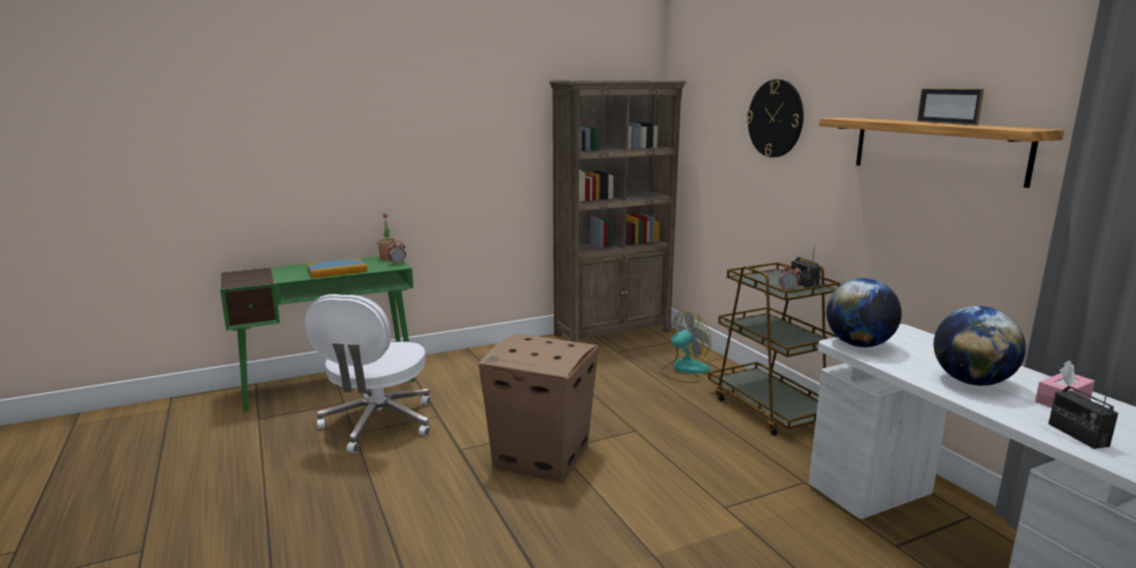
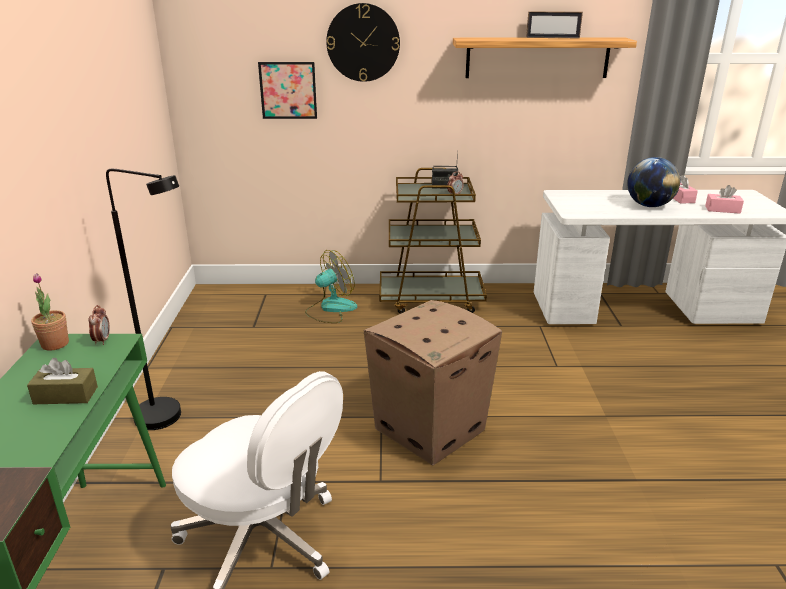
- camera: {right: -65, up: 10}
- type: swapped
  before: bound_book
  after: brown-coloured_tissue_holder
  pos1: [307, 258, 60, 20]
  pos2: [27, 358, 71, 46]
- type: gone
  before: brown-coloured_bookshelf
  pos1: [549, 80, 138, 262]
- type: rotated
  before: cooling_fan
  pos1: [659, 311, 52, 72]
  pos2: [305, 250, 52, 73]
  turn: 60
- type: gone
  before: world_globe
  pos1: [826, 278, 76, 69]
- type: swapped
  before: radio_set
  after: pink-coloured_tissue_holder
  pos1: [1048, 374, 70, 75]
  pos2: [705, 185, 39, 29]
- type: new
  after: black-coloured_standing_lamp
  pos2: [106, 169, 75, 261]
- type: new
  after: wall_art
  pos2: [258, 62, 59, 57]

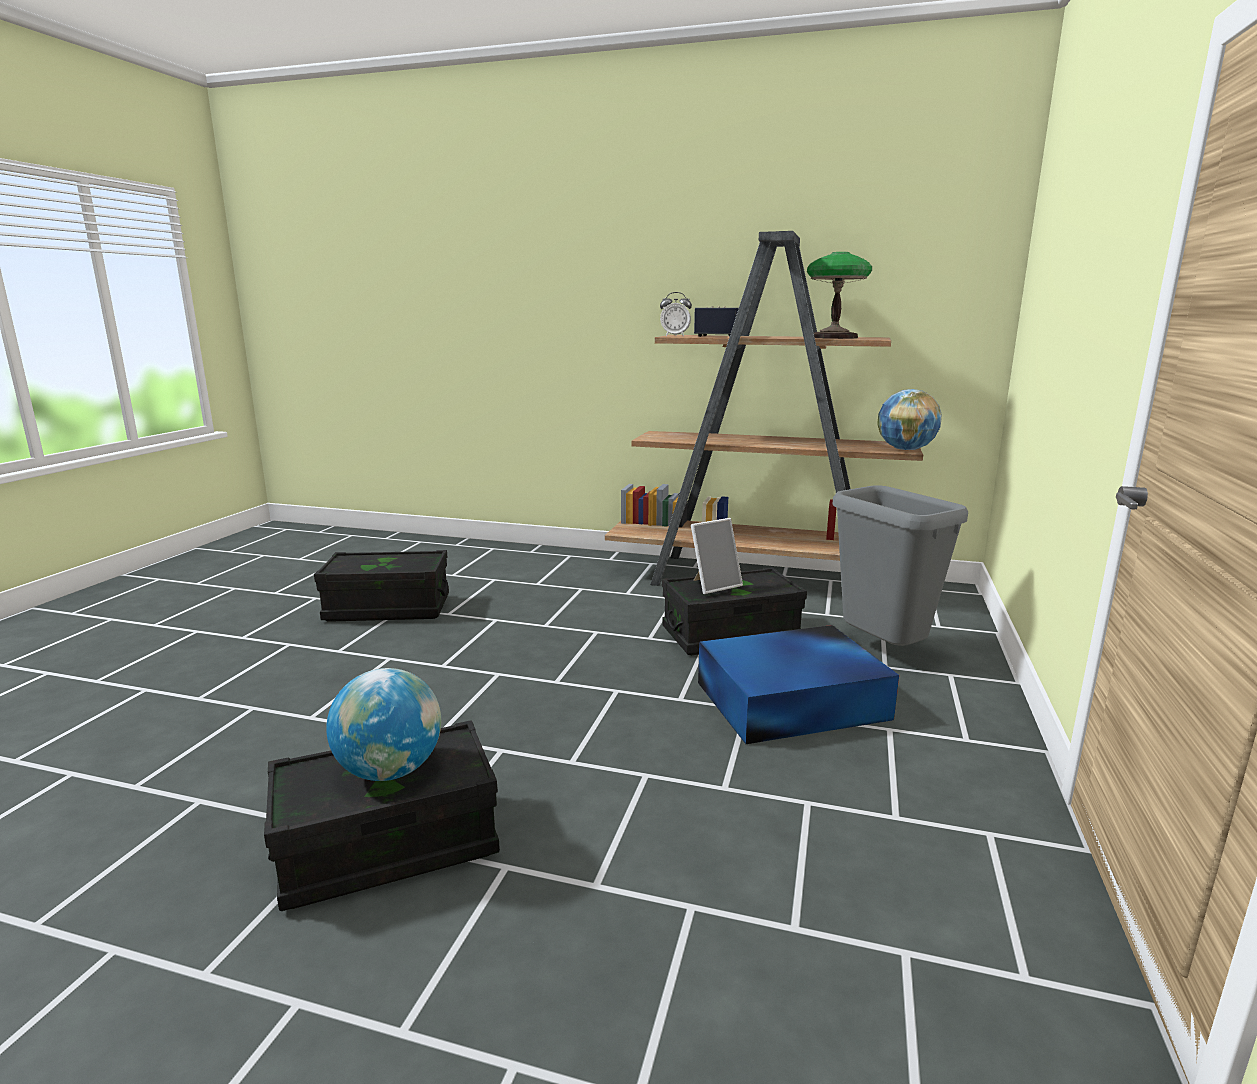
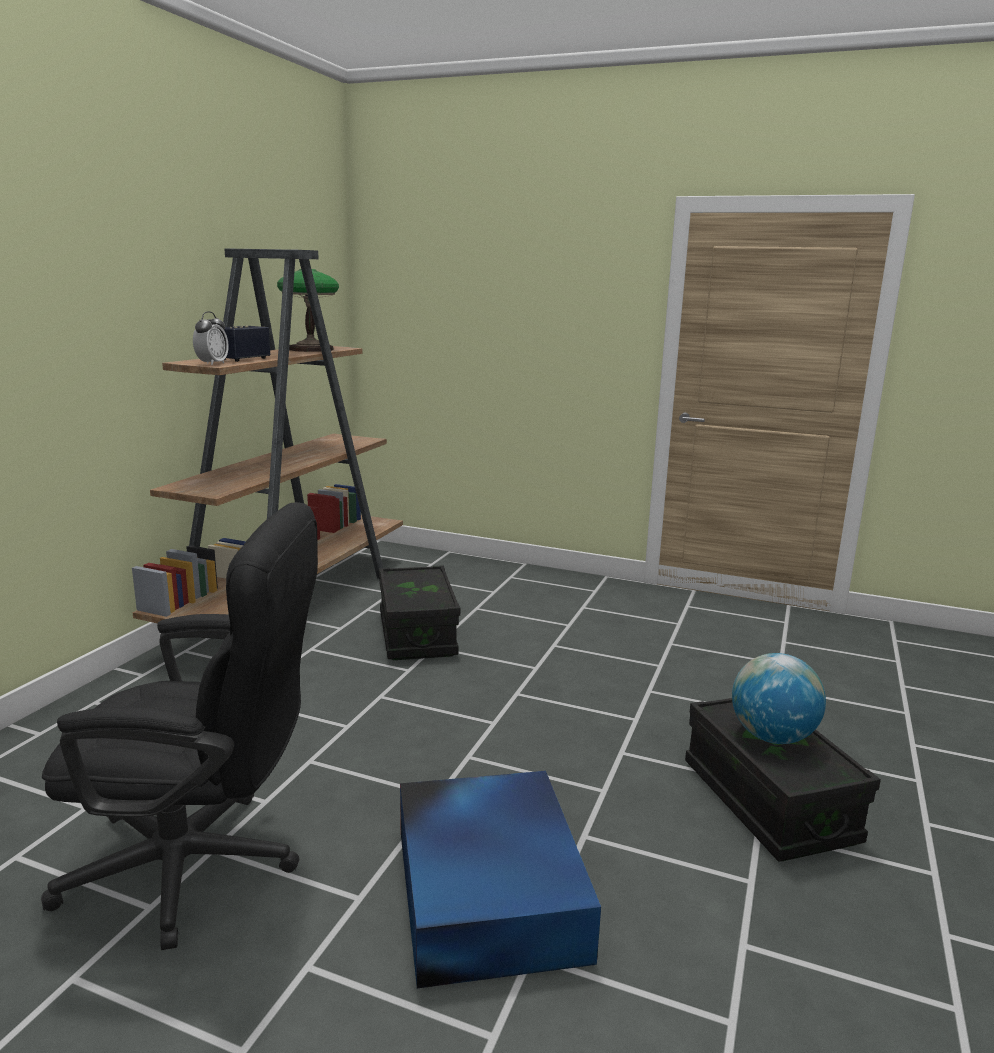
- camera: {right: -85, up: 0}
- type: swapped
  before: black-coloured_storage_container
  after: black-coloured_computer_chair
  pos1: [314, 550, 135, 72]
  pos2: [41, 502, 277, 448]
- type: gone
  before: photo_frame
  pos1: [691, 518, 52, 76]
- type: shifted
  before: blue_storage_container
  pos1: [698, 625, 201, 119]
  pos2: [400, 771, 201, 217]
- type: gone
  before: grey_rubbish_bin
  pos1: [832, 486, 136, 160]
- type: gone
  before: world_globe
  pos1: [877, 389, 65, 61]

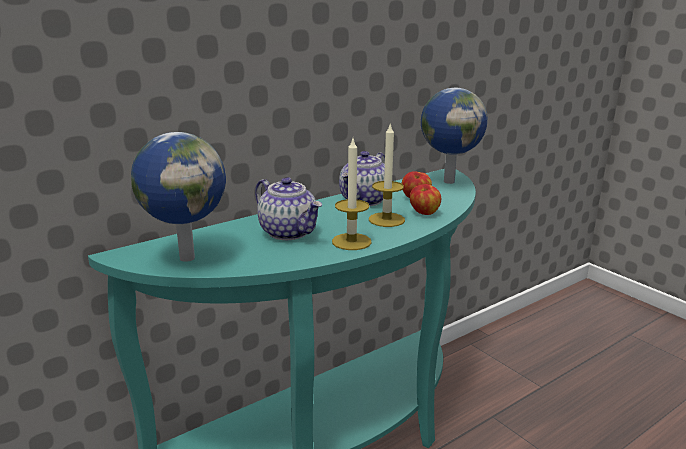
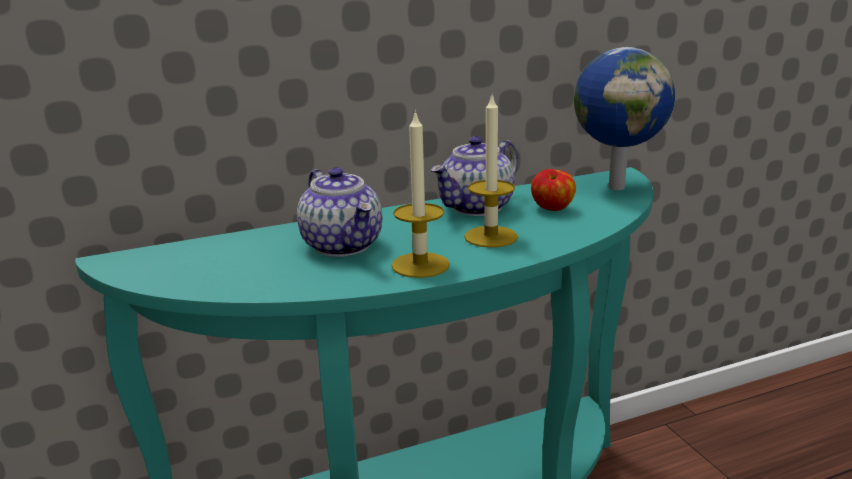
- camera: {right: 15, up: 0}
- type: gone
  before: world_globe
  pos1: [131, 132, 95, 130]
- type: gone
  before: whole_apple
  pos1: [410, 184, 31, 31]

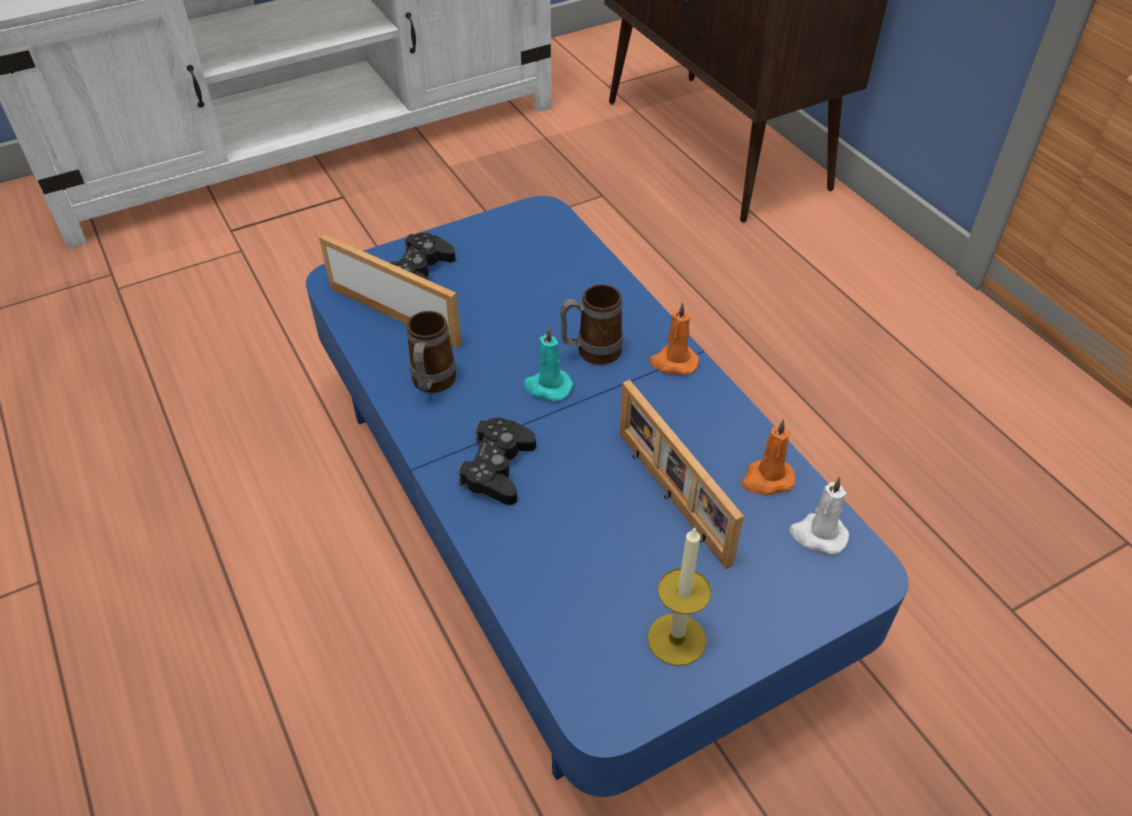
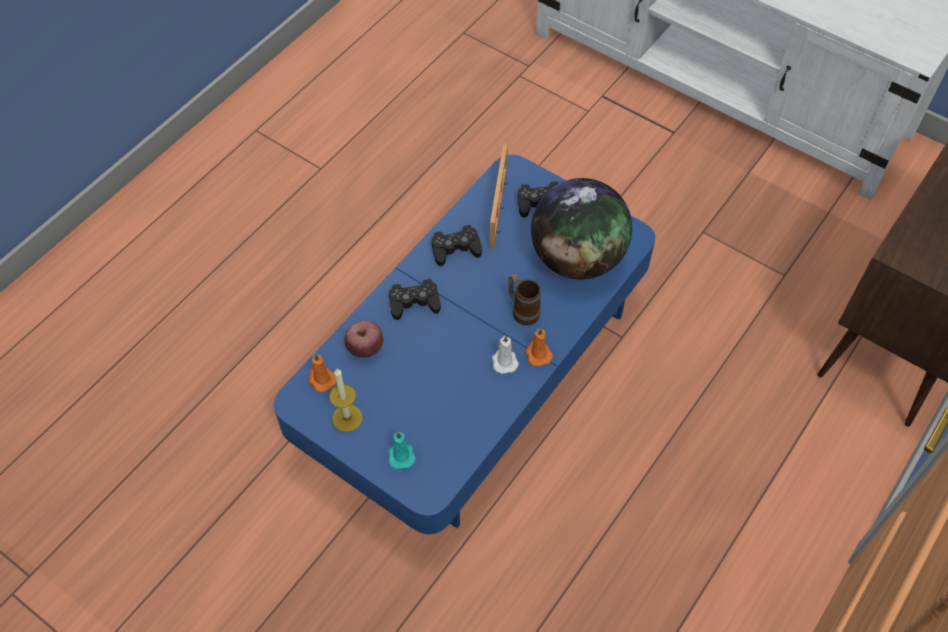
- camera: {right: 65, up: 10}
- type: swapped
  before: mug
  after: black-coloured_game_controller
  pos1: [406, 311, 50, 82]
  pos2: [431, 225, 51, 41]
- type: shifted
  before: blue-green_candle
  pos1: [523, 327, 50, 74]
  pos2: [388, 431, 28, 38]
- type: gone
  before: photo_frame
  pos1: [619, 380, 125, 189]
- type: shifted
  before: orange-coloured_candle
  pos1: [741, 419, 54, 76]
  pos2: [308, 354, 28, 38]
- type: shifted
  before: white_candle
  pos1: [789, 476, 60, 79]
  pos2: [492, 335, 27, 39]
- type: new
  after: whole_apple
  pos2: [344, 321, 39, 37]
- type: new
  after: world_globe
  pos2: [531, 178, 101, 101]

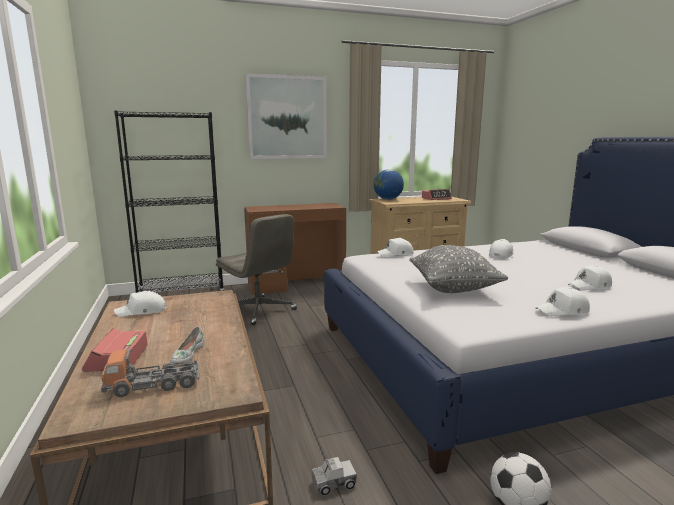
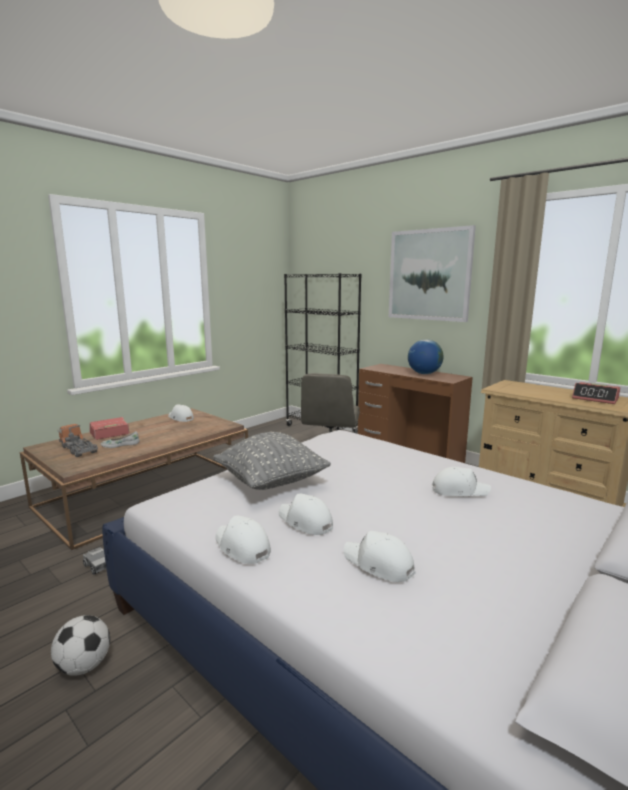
- camera: {right: 60, up: 0}
- type: shifted
  before: world_globe
  pos1: [374, 169, 30, 31]
  pos2: [408, 339, 36, 35]
- type: shifted
  before: white_cap
  pos1: [377, 238, 36, 19]
  pos2: [279, 493, 54, 42]

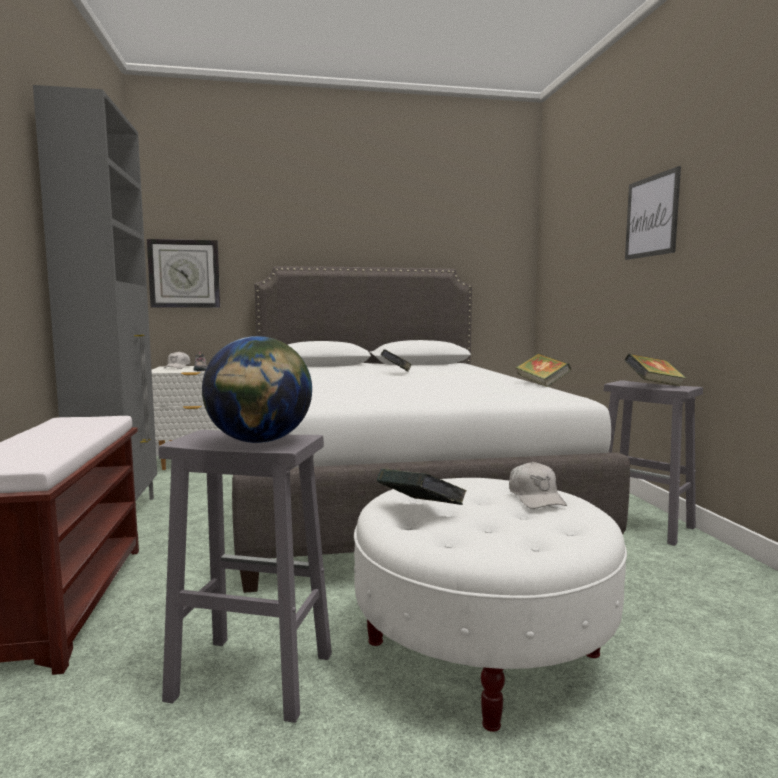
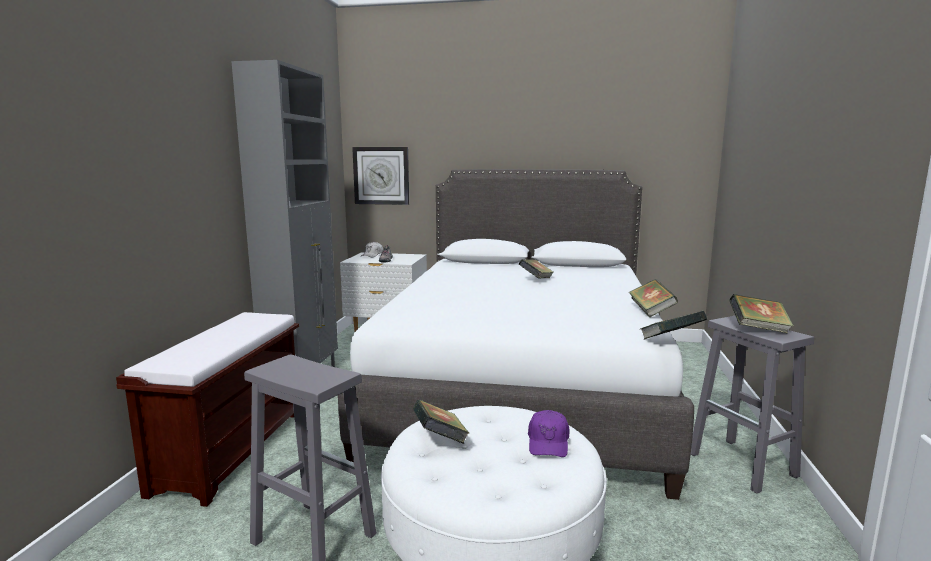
- camera: {right: 20, up: 5}
- type: gone
  before: world_globe
  pos1: [202, 336, 110, 107]
- type: repainted
  before: white_cap
  after: purplish_cap
  pos1: [509, 462, 58, 47]
  pos2: [528, 410, 41, 47]
- type: gone
  before: wall_art
  pos1: [625, 166, 56, 94]
- type: new
  after: bound_book
  pos2: [641, 310, 66, 29]

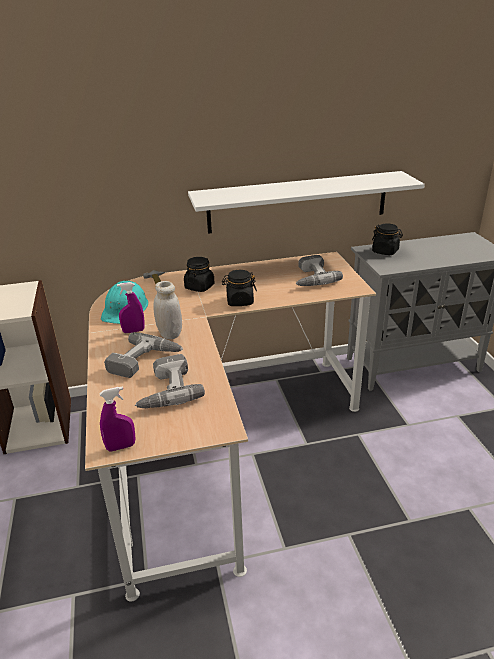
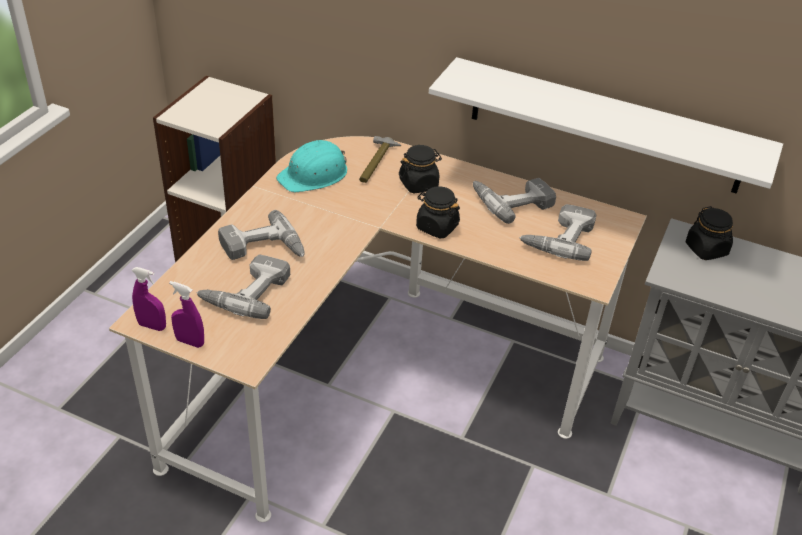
- camera: {right: 35, up: 10}
- type: shifted
  before: purplish_sprayer
  pos1: [117, 282, 28, 51]
  pos2: [169, 281, 35, 67]
- type: gone
  before: white_storage_jar
  pos1: [153, 281, 29, 58]
- type: new
  after: electric_drill
  pos2: [473, 178, 83, 46]

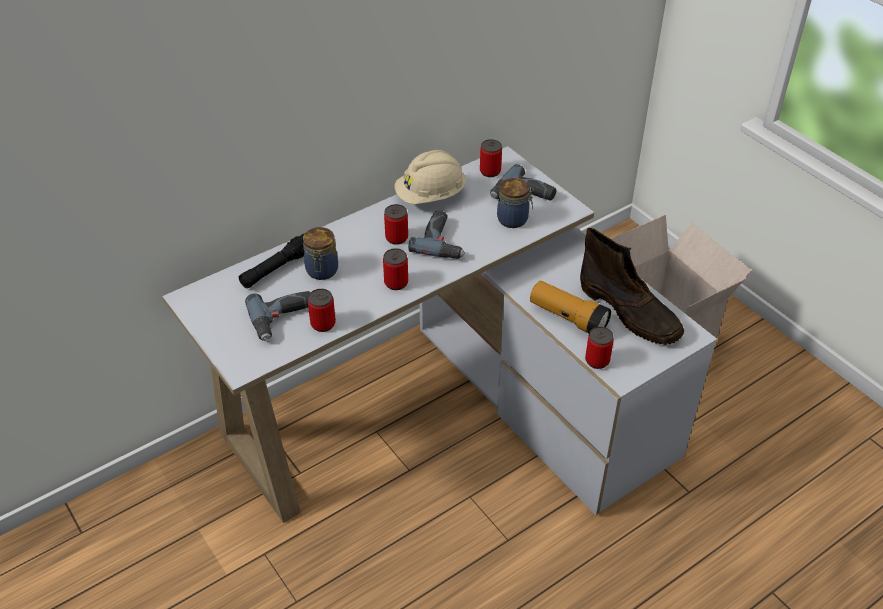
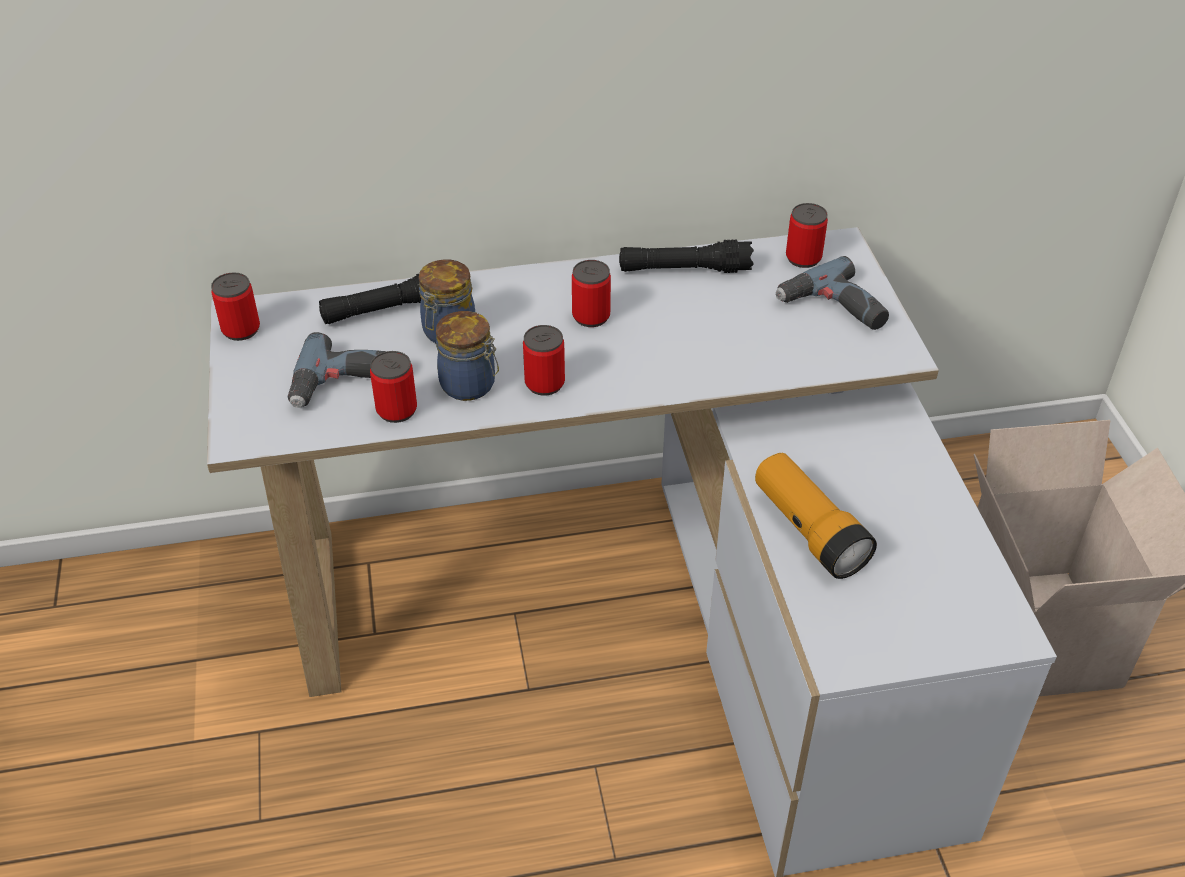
- camera: {right: 25, up: 0}
- type: swapped
  before: beige-coloured_hard_hat
  after: black-coloured_hand_torch
  pos1: [395, 150, 71, 54]
  pos2: [619, 239, 135, 34]
- type: gone
  before: electric_drill
  pos1: [408, 210, 57, 49]
- type: shifted
  before: storage_jar
  pos1: [497, 178, 37, 50]
  pos2: [436, 311, 63, 90]
- type: gone
  before: brown-coloured_tall_boot
  pos1: [580, 228, 104, 117]
- type: shifted
  before: metal_can
  pos1: [585, 327, 29, 42]
  pos2: [211, 272, 49, 69]

